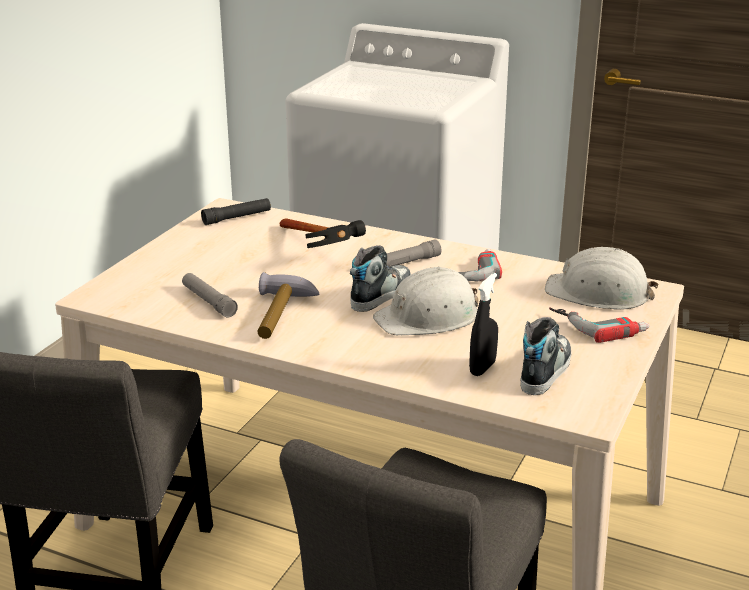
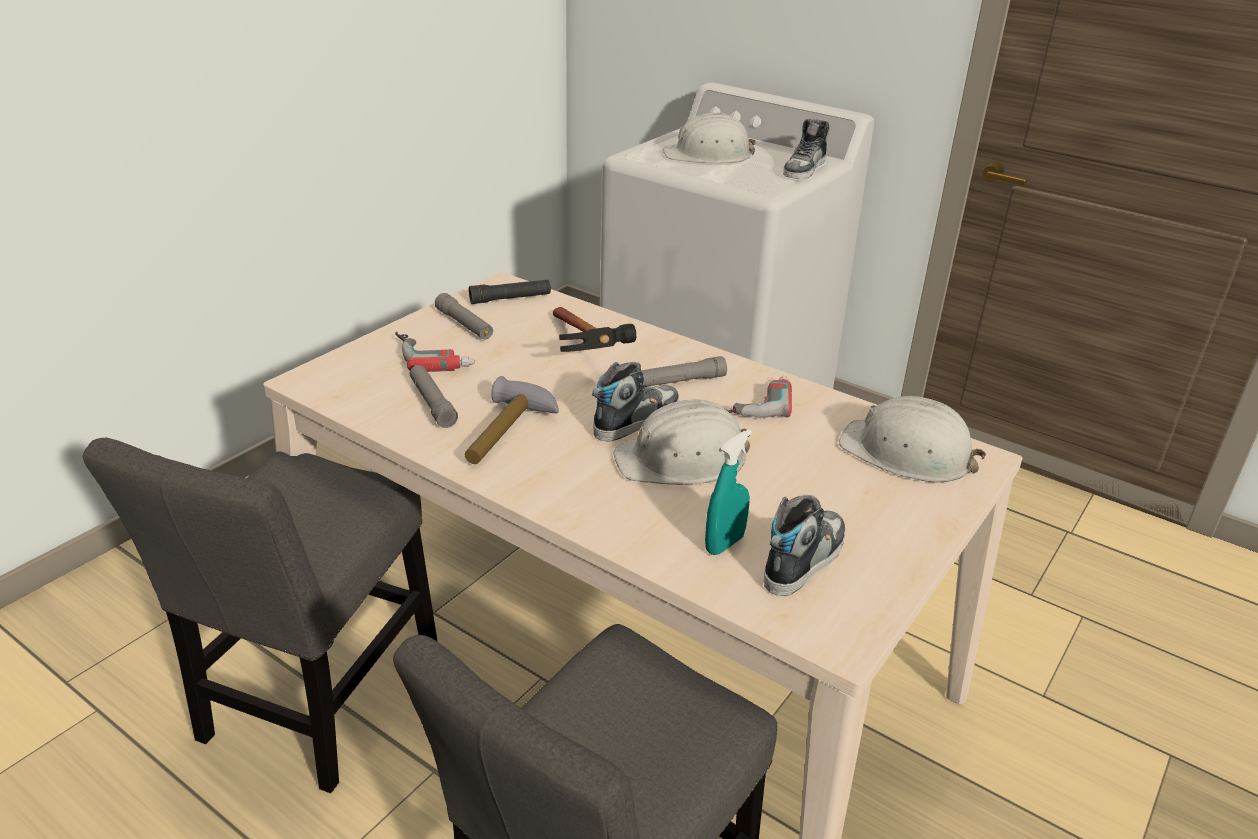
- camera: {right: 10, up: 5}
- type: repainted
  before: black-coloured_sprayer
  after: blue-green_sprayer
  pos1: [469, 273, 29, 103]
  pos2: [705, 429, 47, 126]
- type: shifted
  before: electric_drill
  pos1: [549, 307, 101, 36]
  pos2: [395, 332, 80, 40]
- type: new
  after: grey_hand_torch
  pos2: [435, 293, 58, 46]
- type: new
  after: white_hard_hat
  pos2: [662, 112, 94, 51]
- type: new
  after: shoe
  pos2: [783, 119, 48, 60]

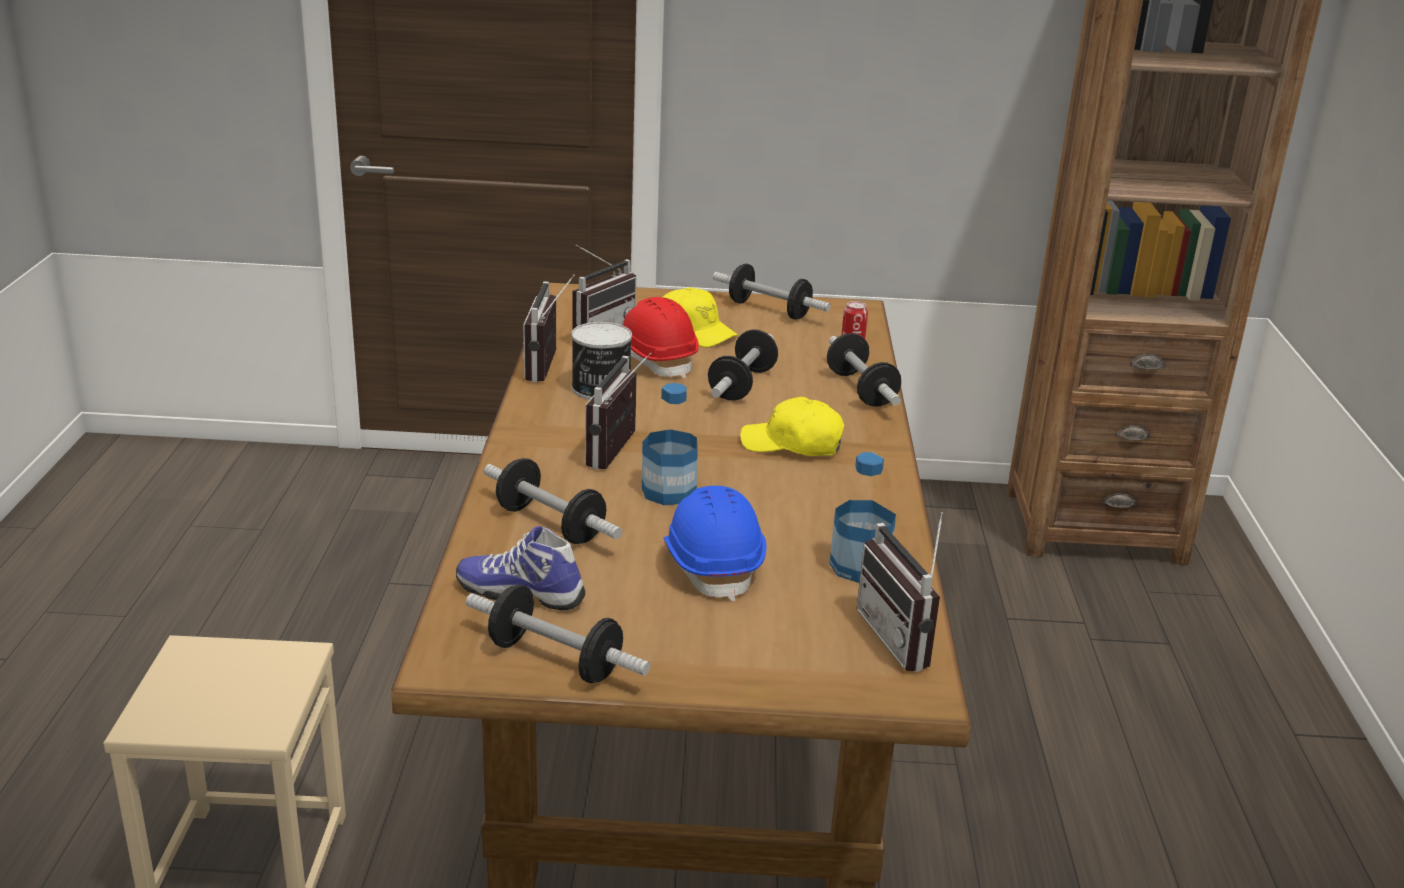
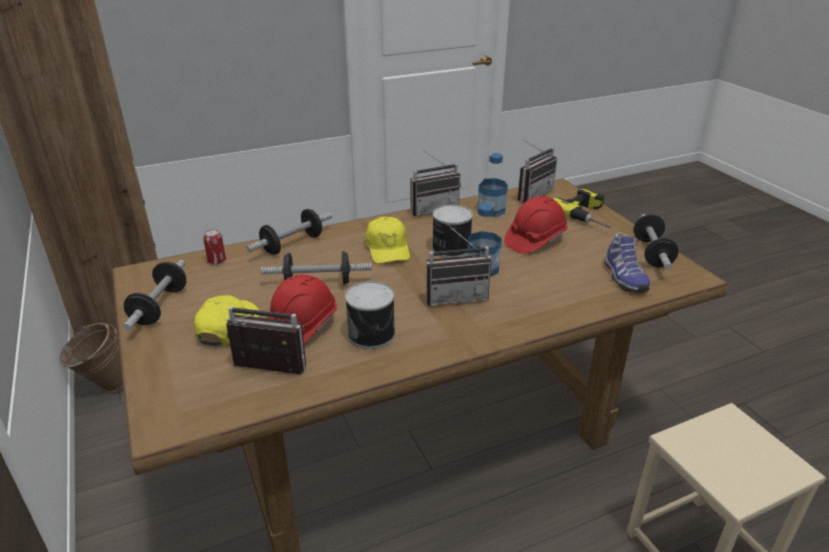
- camera: {right: -115, up: 5}
- type: gone
  before: dumbbell
  pos1: [484, 458, 138, 86]
- type: shifted
  before: radio_set
  pos1: [523, 275, 52, 107]
  pos2: [411, 151, 50, 65]
- type: repainted
  before: blue_hard_hat
  after: red_hard_hat
  pos1: [664, 486, 103, 116]
  pos2: [504, 196, 64, 58]
- type: new
  after: brown-coloured_pail
  pos2: [59, 323, 64, 69]
- type: new
  after: metal_can
  pos2: [432, 205, 41, 53]
- type: new
  after: electric_drill
  pos2: [553, 188, 57, 40]

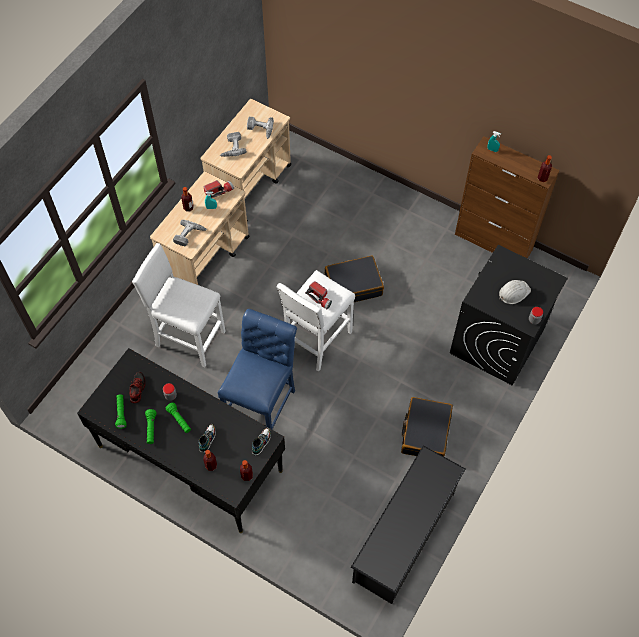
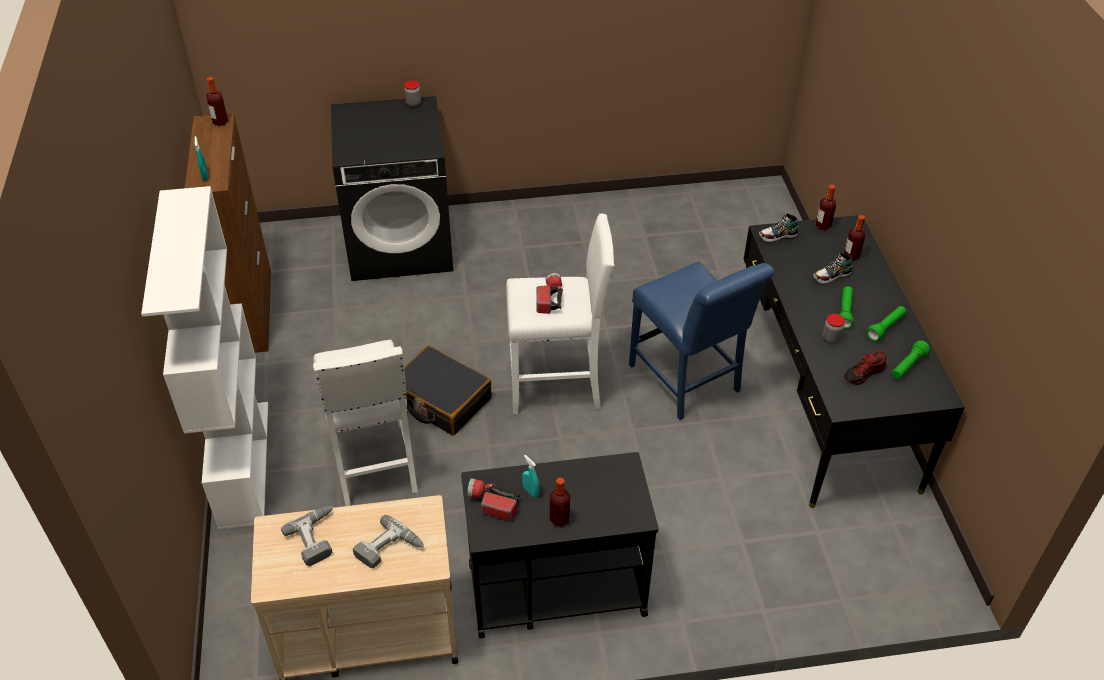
- camera: {right: -130, up: -15}
- type: shifted
  before: white_stool
  pos1: [132, 243, 93, 125]
  pos2: [313, 339, 105, 167]
- type: repainted
  before: beige-coloured_trolley
  after: black-coloured_trolley
  pos1: [150, 171, 100, 114]
  pos2: [461, 452, 197, 186]
- type: gone
  before: electric_drill
  pos1: [173, 220, 34, 26]
- type: rotated
  before: blue_upright_chair
  pos1: [218, 309, 79, 120]
  pos2: [629, 261, 145, 159]
  turn: -105
- type: gone
  before: black-coloured_shoe_shelf
  pos1: [351, 445, 114, 159]
- type: gone
  before: black-coloured_travel_case
  pos1: [401, 397, 52, 59]
- type: gone
  before: white_hard_hat
  pos1: [499, 280, 32, 24]
- type: new
  after: white_bookshelf
  pos2: [141, 186, 127, 344]

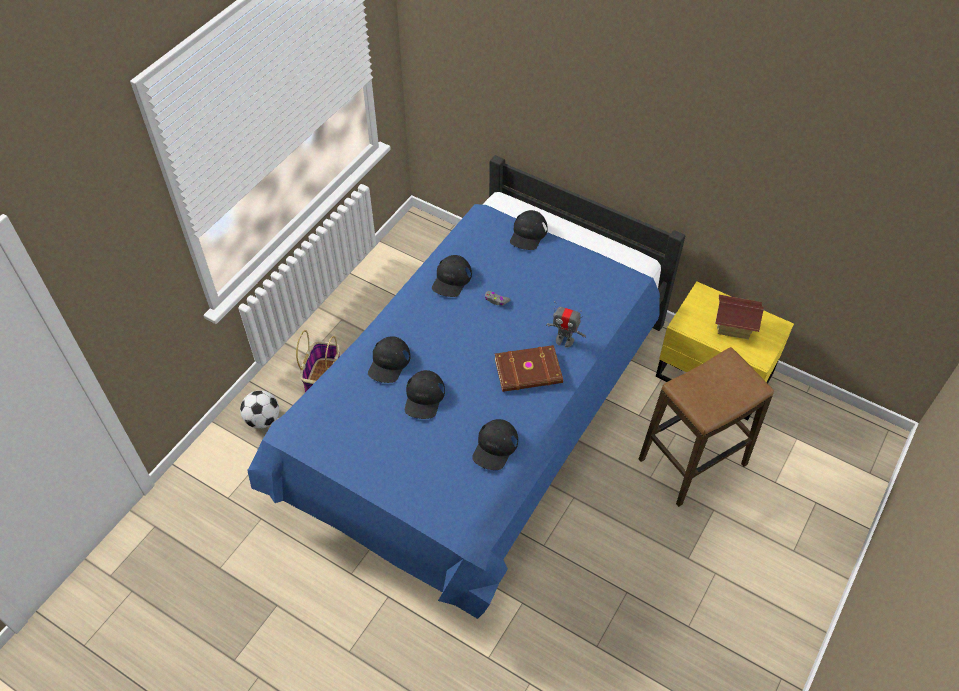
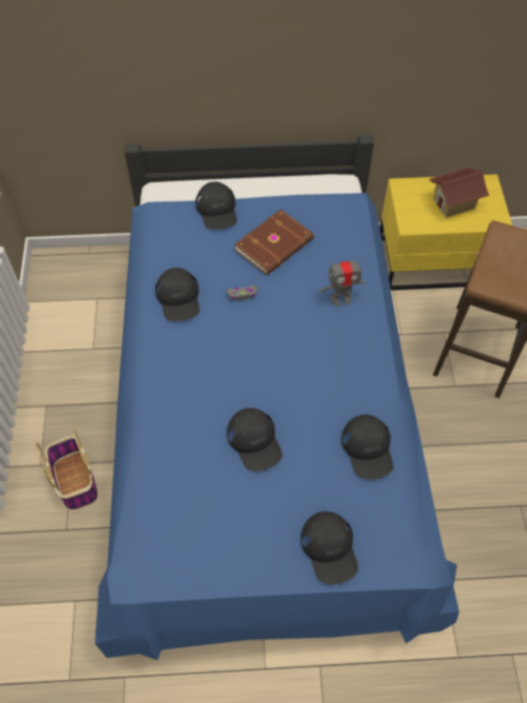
- camera: {right: -35, up: 5}
- type: gone
  before: football_ball
  pos1: [240, 390, 39, 39]
- type: shifted
  before: black-coloured_cap
  pos1: [368, 336, 42, 47]
  pos2: [301, 511, 57, 73]
- type: shifted
  before: brown-coloured_bound_book
  pos1: [495, 345, 68, 47]
  pos2: [235, 209, 79, 66]

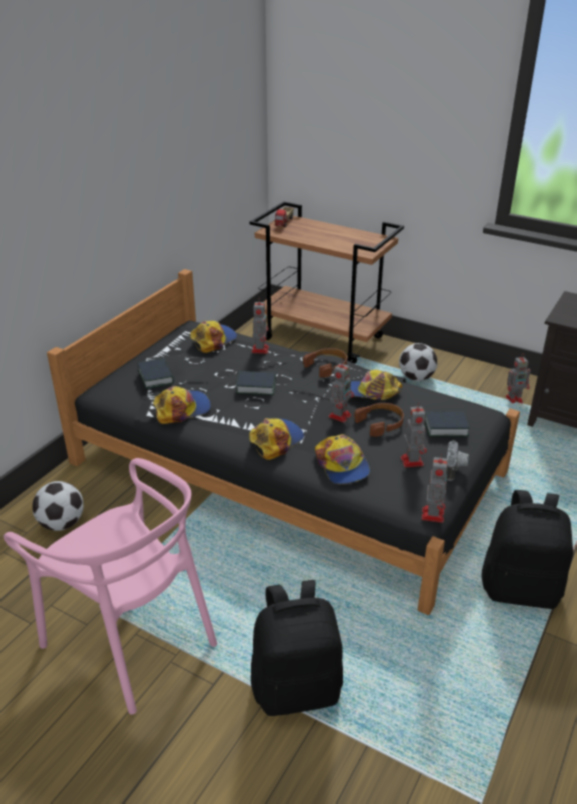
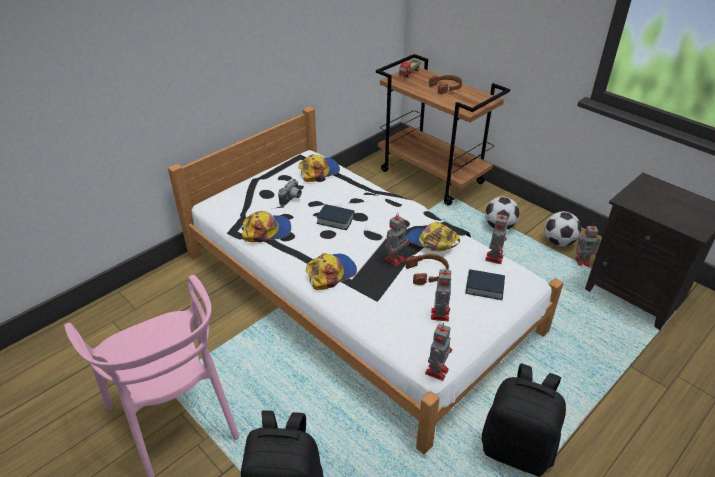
- camera: {right: 15, up: 5}
- type: shifted
  before: football_ball
  pos1: [32, 481, 51, 50]
  pos2: [545, 211, 36, 36]
- type: repainted
  before: black-coloured_bedroom_bed
  after: white_bedroom_bed
  pos1: [47, 269, 473, 346]
  pos2: [168, 106, 396, 348]
- type: gone
  before: bound_book
  pos1: [138, 358, 36, 31]
- type: shifted
  before: toy_robot
  pos1: [252, 298, 17, 56]
  pos2: [485, 214, 23, 50]
- type: shifted
  before: brown-coloured_headset
  pos1: [303, 348, 44, 30]
  pos2: [429, 75, 33, 19]
- type: gone
  before: cap
  pos1: [315, 434, 55, 50]
- type: shifted
  before: still_camera
  pos1: [447, 440, 22, 41]
  pos2: [278, 179, 24, 27]

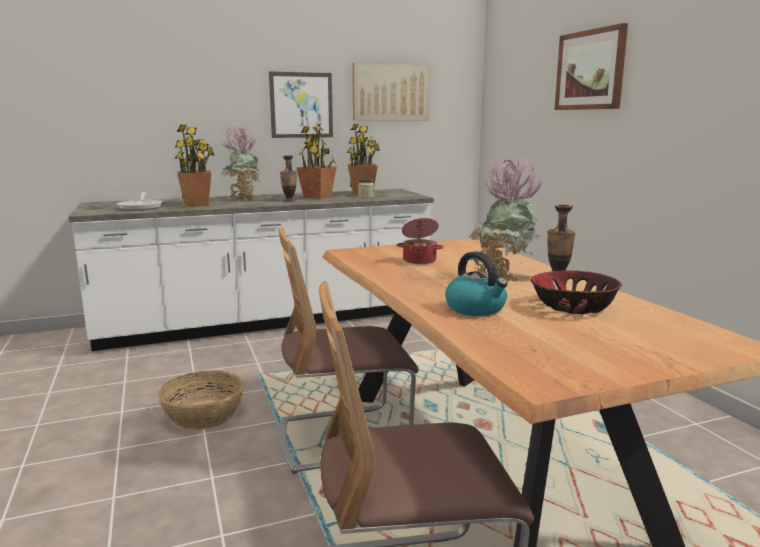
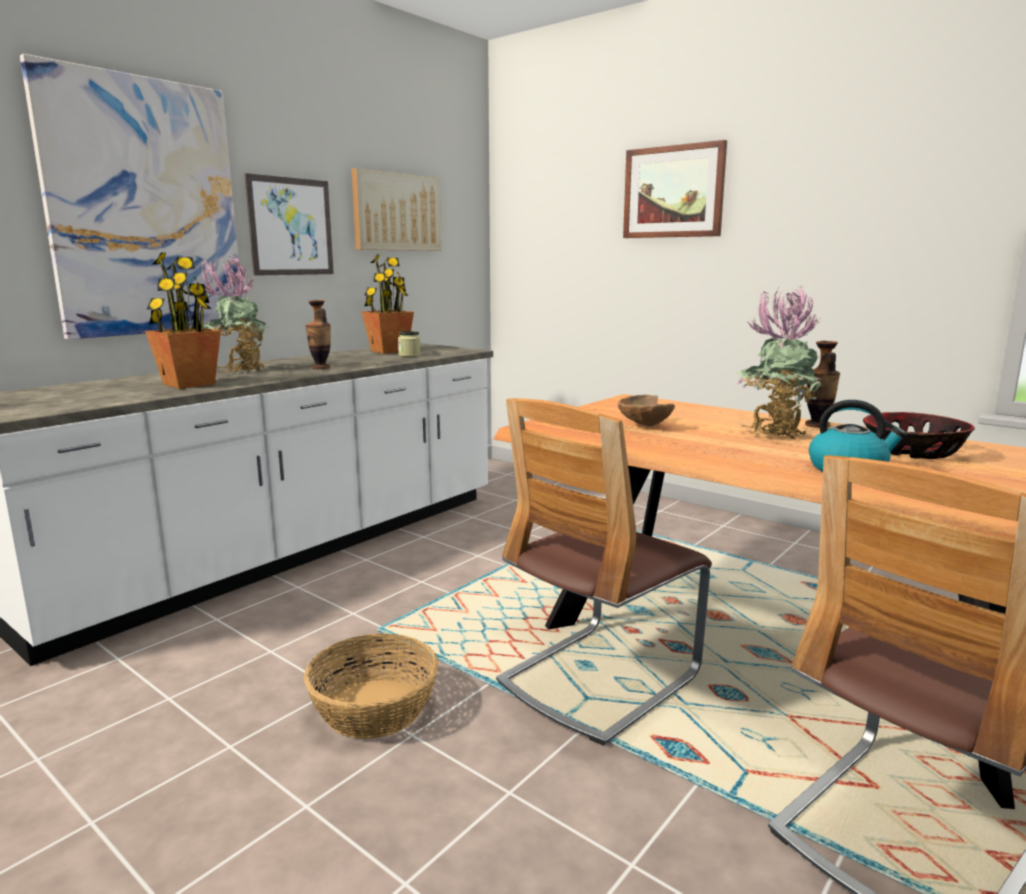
- camera: {right: -30, up: 0}
- type: gone
  before: pan
  pos1: [117, 192, 46, 18]
- type: gone
  before: plant_in_a_pot
  pos1: [296, 124, 41, 75]
- type: swapped
  before: cooking_pot
  after: brown-coloured_serving_bowl
  pos1: [397, 218, 47, 46]
  pos2: [618, 395, 57, 31]
- type: new
  after: wall_art
  pos2: [20, 54, 222, 285]

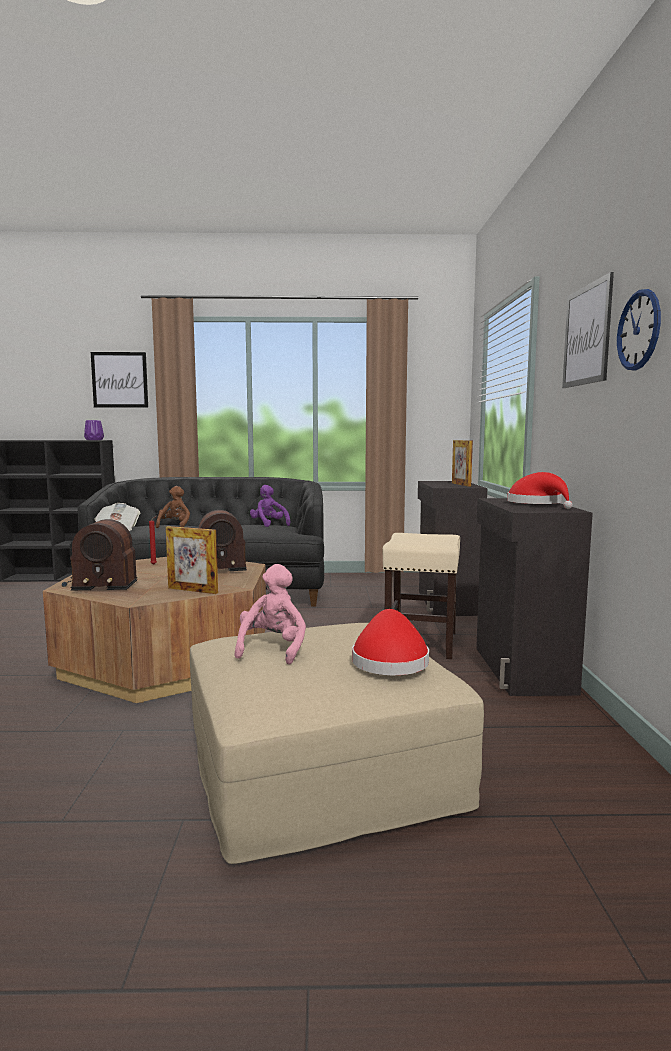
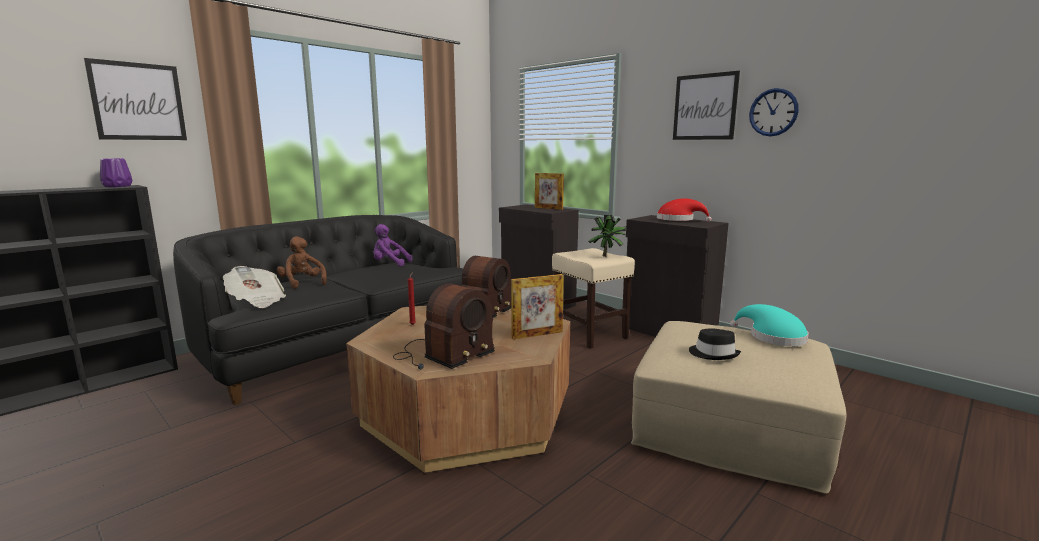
- camera: {right: -45, up: 5}
- type: swapped
  before: pink-coloured_soft_toy
  after: black-coloured_wearable_hat
  pos1: [235, 564, 71, 101]
  pos2: [689, 328, 52, 32]
- type: repainted
  before: red_wearable_hat
  after: blue-green_wearable_hat
  pos1: [352, 609, 77, 66]
  pos2: [730, 304, 79, 42]
- type: new
  after: plant_in_a_pot
  pos2: [588, 215, 39, 42]

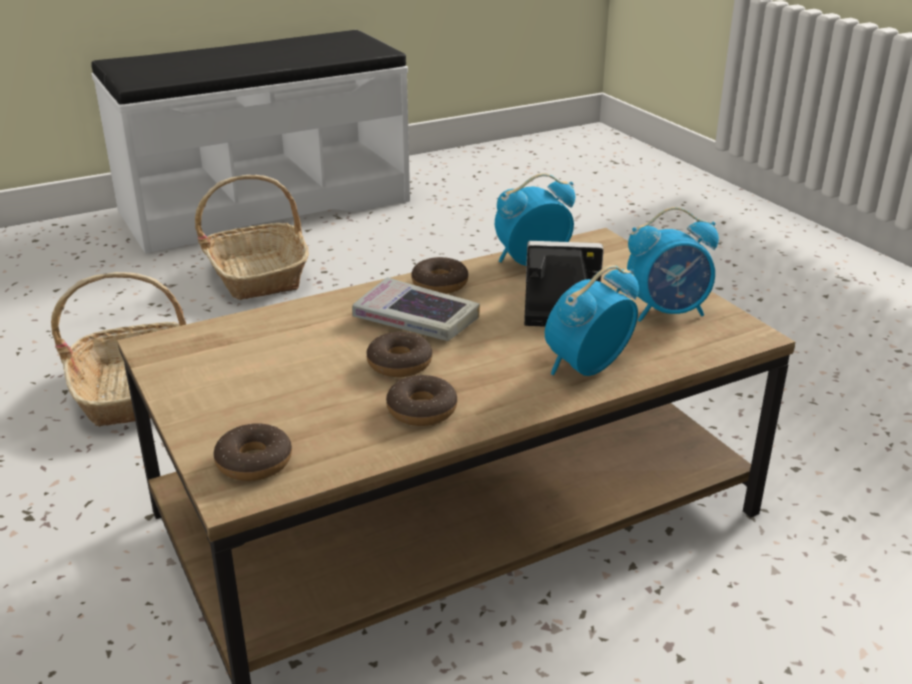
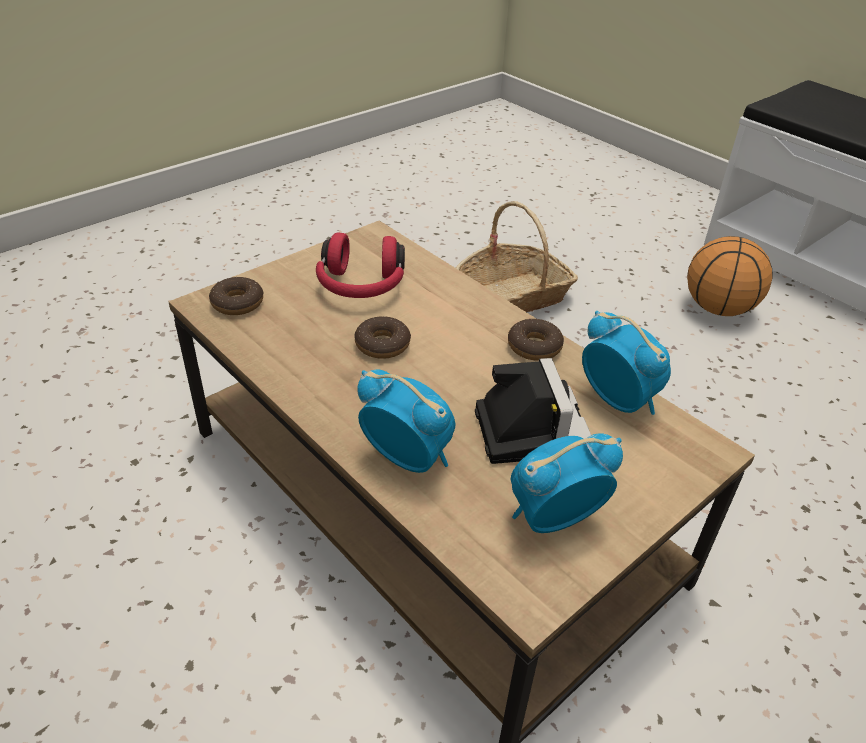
- camera: {right: 75, up: 10}
- type: swapped
  before: basket
  after: basketball
  pos1: [195, 175, 114, 125]
  pos2: [687, 236, 86, 80]
- type: gone
  before: bound_book
  pos1: [352, 277, 128, 64]
- type: gone
  before: ring_doughnut
  pos1: [386, 375, 71, 51]
- type: rotated
  before: table_clock
  pos1: [627, 207, 92, 115]
  pos2: [511, 433, 112, 100]
  turn: 90
- type: new
  after: red_headset
  pos2: [316, 233, 89, 65]

